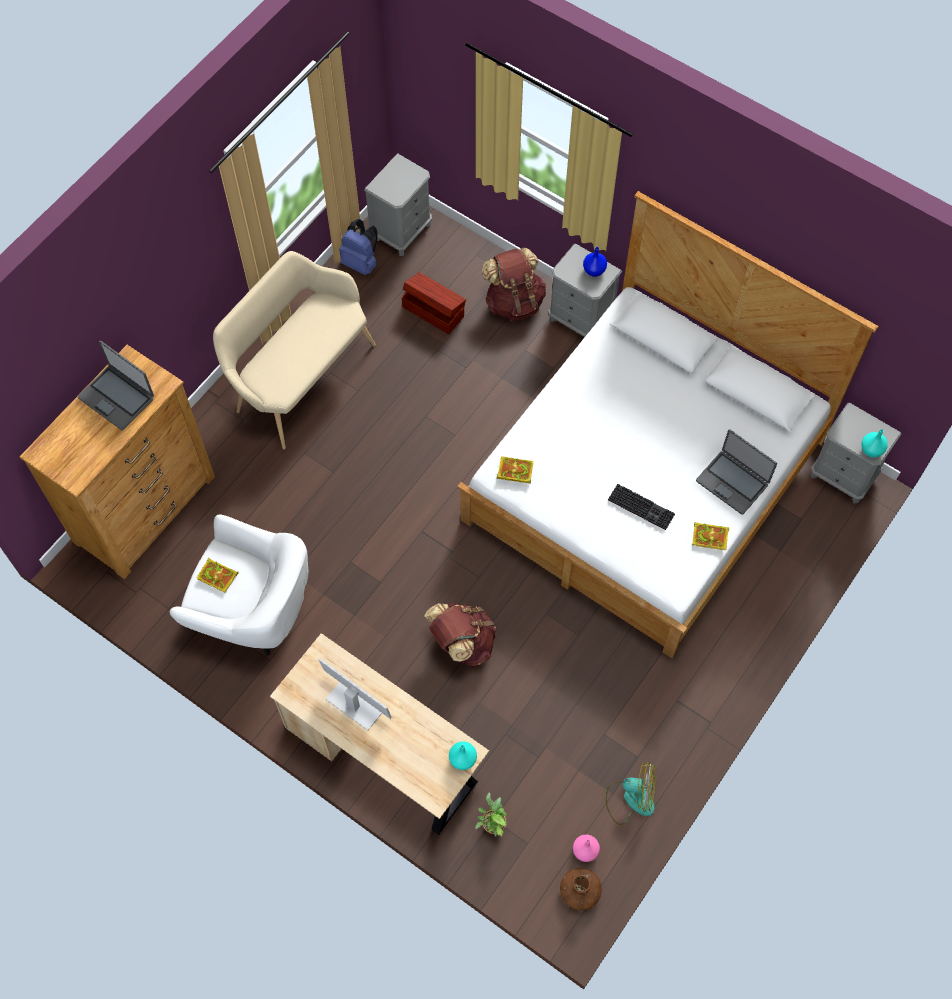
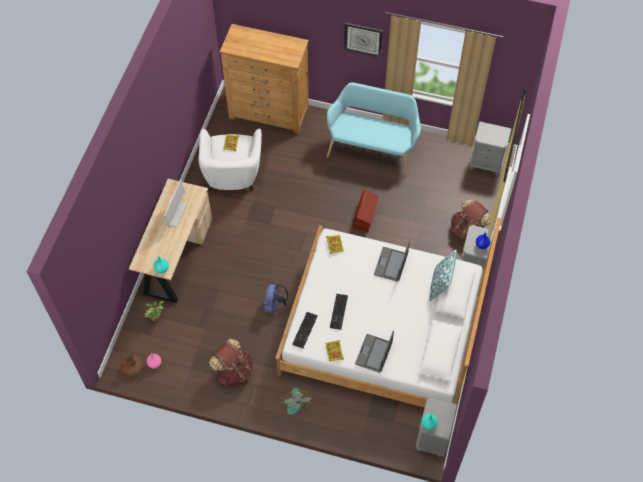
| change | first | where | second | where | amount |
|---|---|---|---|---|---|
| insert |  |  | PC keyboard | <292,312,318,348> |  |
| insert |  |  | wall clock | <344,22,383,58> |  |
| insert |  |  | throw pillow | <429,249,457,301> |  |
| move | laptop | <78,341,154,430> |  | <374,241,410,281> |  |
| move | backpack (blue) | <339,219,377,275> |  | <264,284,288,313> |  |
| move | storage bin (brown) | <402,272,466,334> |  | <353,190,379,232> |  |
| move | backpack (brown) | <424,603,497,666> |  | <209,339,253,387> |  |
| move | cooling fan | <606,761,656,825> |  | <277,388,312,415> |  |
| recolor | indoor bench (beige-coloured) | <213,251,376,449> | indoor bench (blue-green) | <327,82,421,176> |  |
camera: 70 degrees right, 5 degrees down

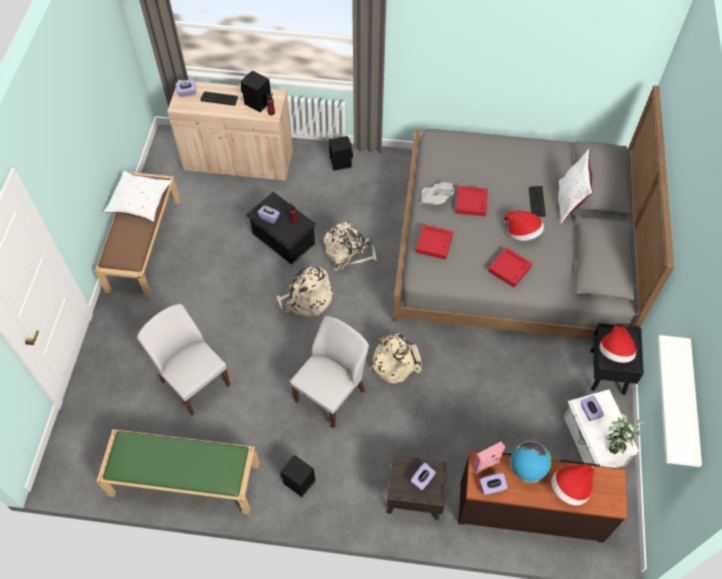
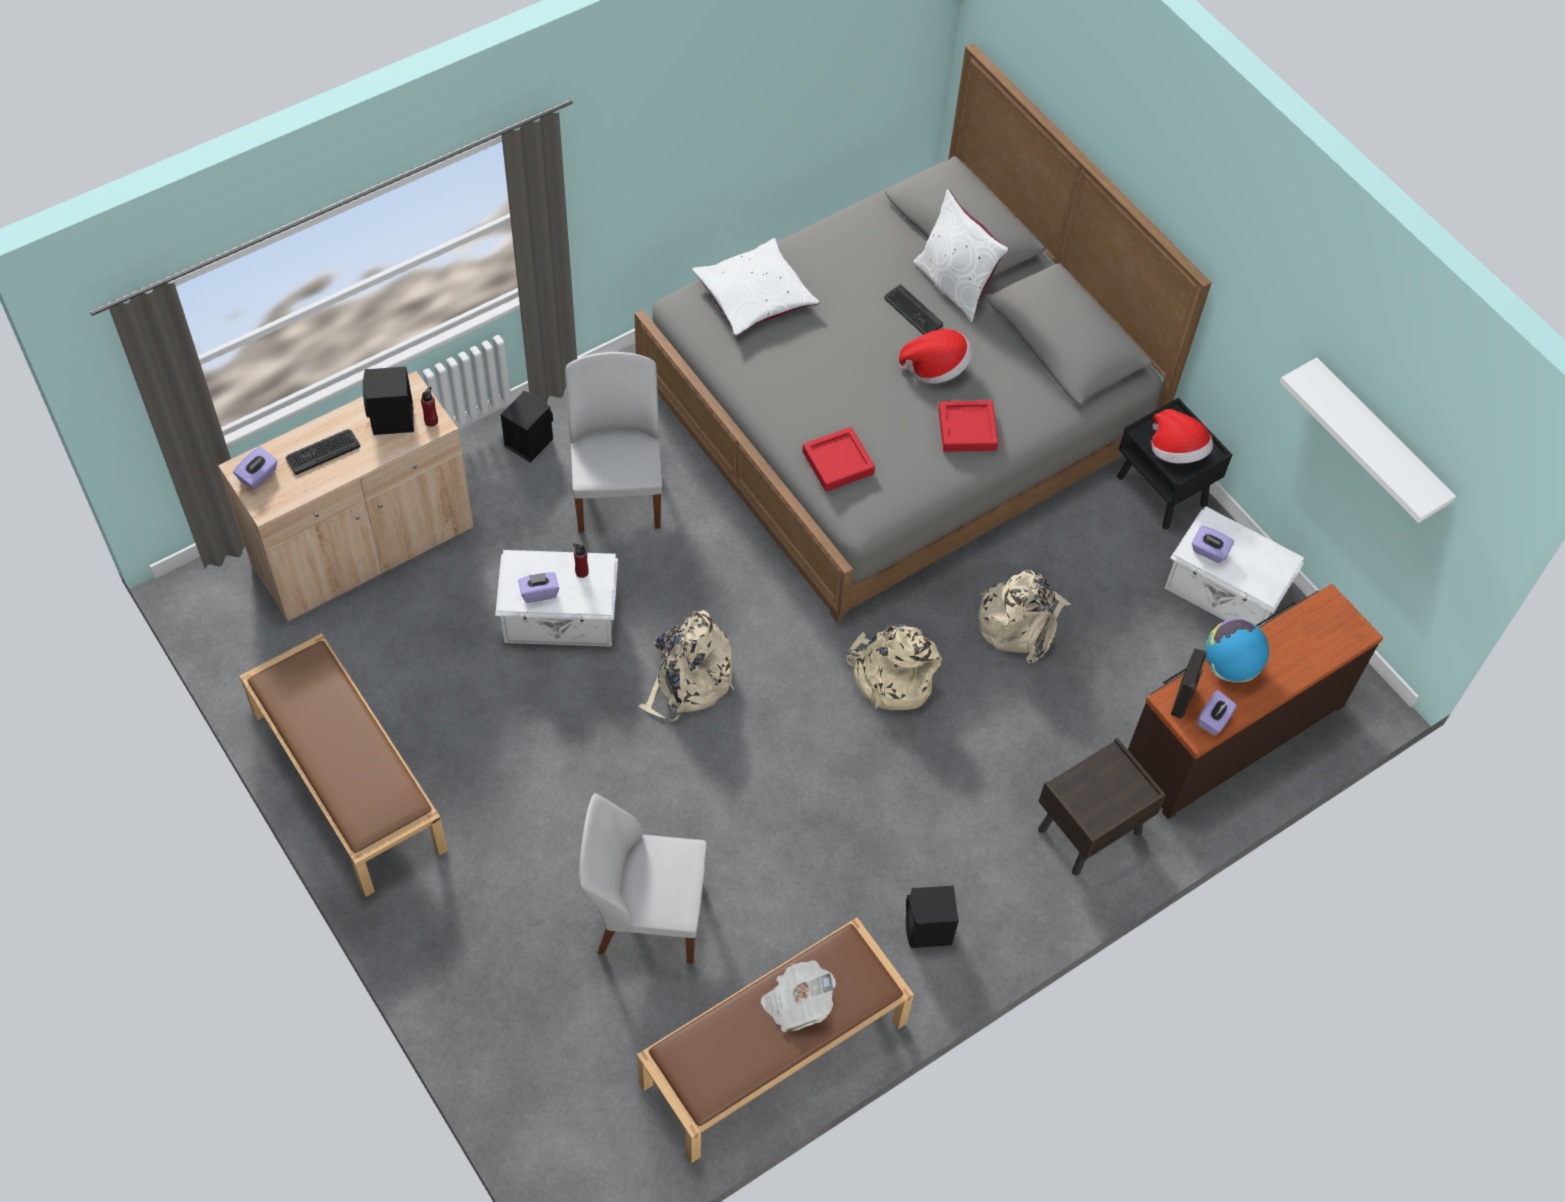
| change | first | where | second | where | amount |
|---|---|---|---|---|---|
| delete | box of tissues (purple) | <410,463,436,490> |  |  |  |
| delete | serving tray (reddish) | <456,186,488,216> |  |  |  |
| delete | clothing hat | <551,464,595,505> |  |  |  |
| delete | potted plant | <605,413,645,454> |  |  |  |
| move | throw pillow (white) | <103,171,172,222> |  | <692,238,820,336> |  |
| move | chair (white) | <290,316,369,428> |  | <565,352,662,533> |  |
| move | backpack (beige-coloured) | <323,222,377,271> |  | <978,570,1071,663> |  |
| move | daily paper | <421,182,454,205> |  | <761,960,836,1032> |  |
| recolor | indoor bench (green) | <97,429,260,515> | indoor bench (brown) | <637,918,914,1163> |  |
| recolor | storage bin (black) | <246,192,315,264> | storage bin (white) | <495,550,618,647> |  |
| recolor | loudspeaker (pink) | <473,442,505,474> | loudspeaker (black) | <1171,648,1207,719> |  |
camera: 45 degrees left, 0 degrees up

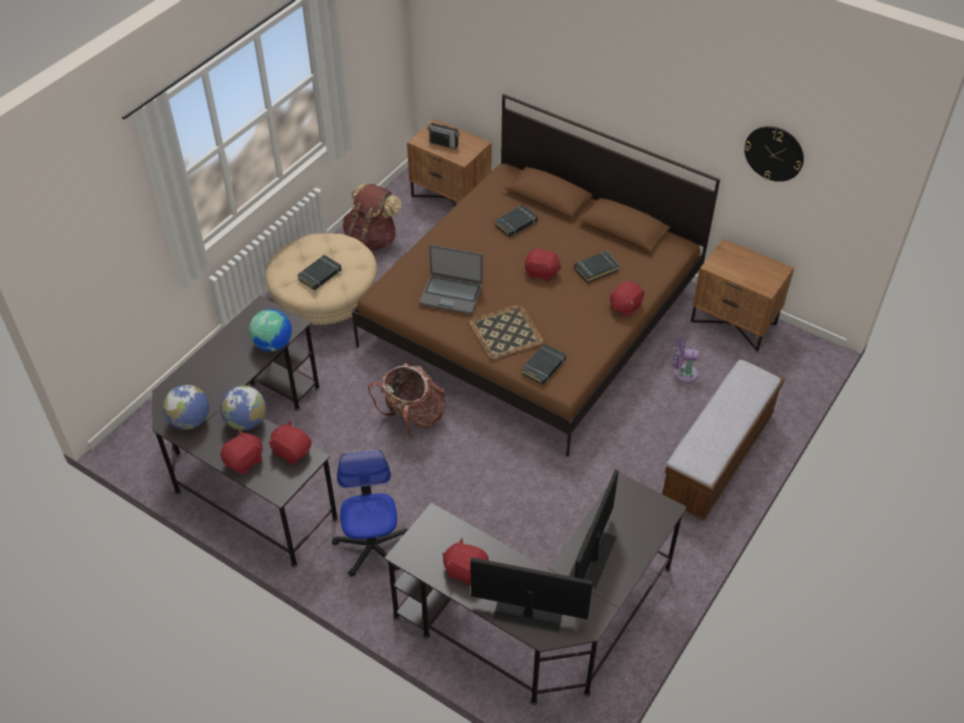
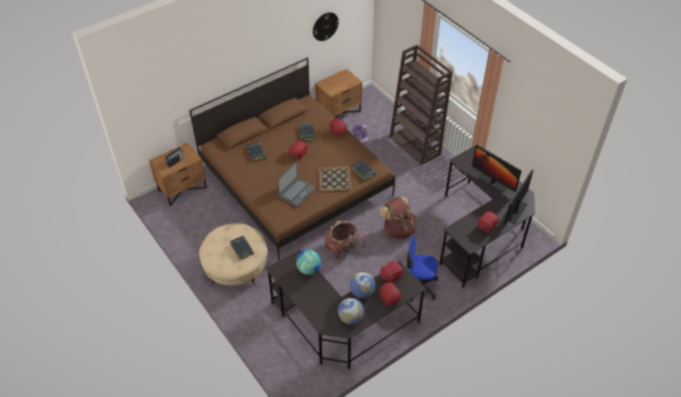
| change | first | where | second | where | amount |
|---|---|---|---|---|---|
| move | backpack (brown) | <343,183,401,251> |  | <380,196,416,239> |  |
| replace | indoor bench | <662,359,784,521> | bookcase (brown) | <389,45,453,165> |  |
camera: 70 degrees left, 0 degrees up

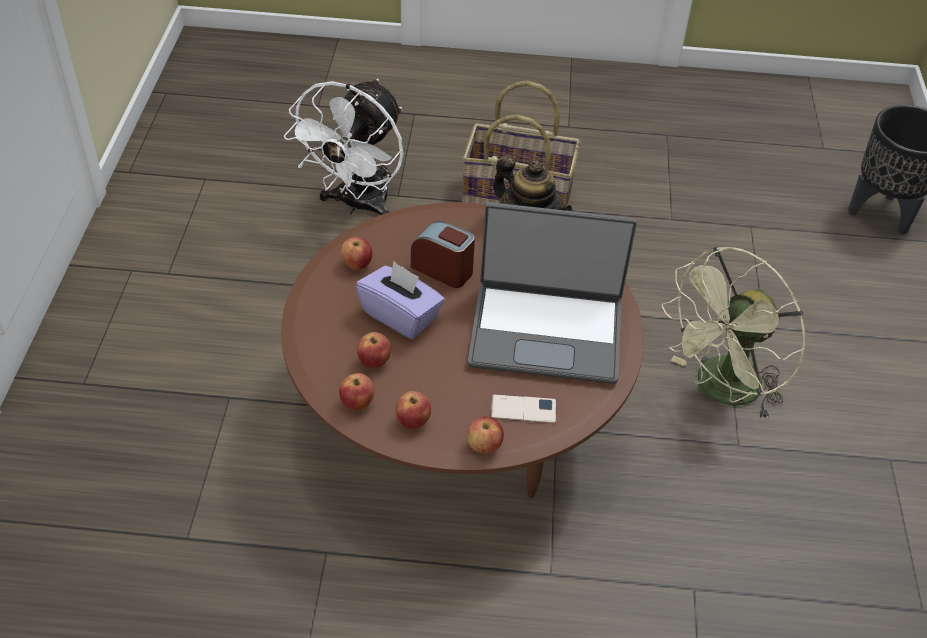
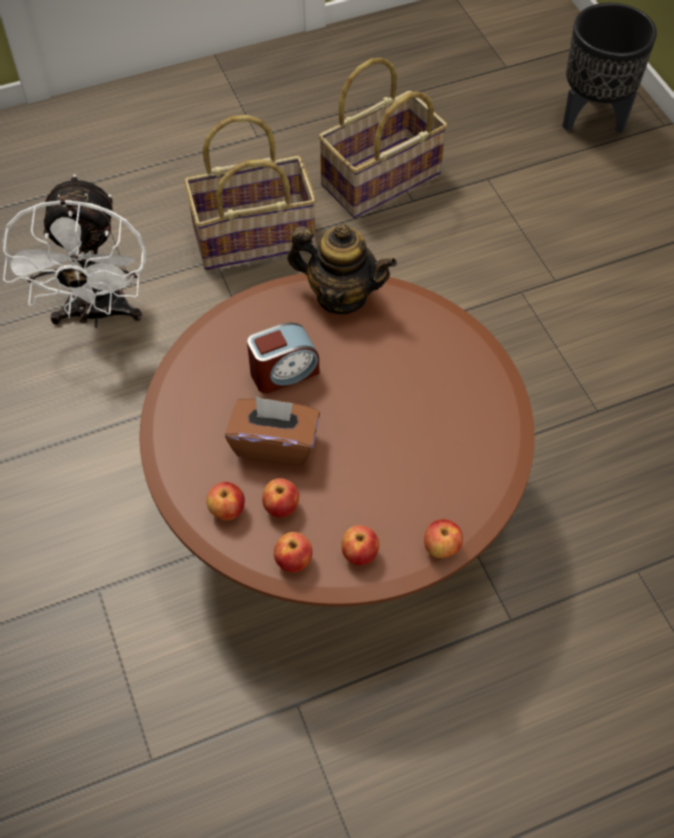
| change | first | where | second | where | amount |
|---|---|---|---|---|---|
| delete | laptop | <468,202,637,384> |  |  |  |
| delete | phone | <491,394,557,423> |  |  |  |
| delete | cooling fan (green) | <662,246,805,421> |  |  |  |
| insert |  |  | basket | <318,58,448,218> |  |
| move | whole apple | <341,237,373,270> |  | <206,482,245,520> |  |
| recolor | box of tissues (purple) | <356,261,445,339> | box of tissues (brown) | <225,396,320,466> |  |
| rotate | alarm clock | <411,221,475,288> |  | <247,322,320,394> | 150 degrees clockwise |
camera: 25 degrees left, 10 degrees up

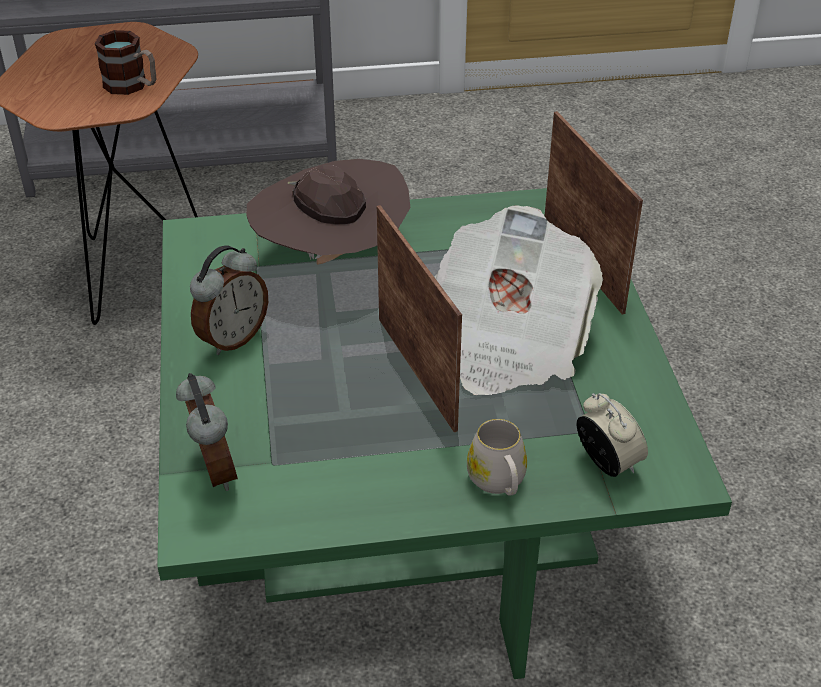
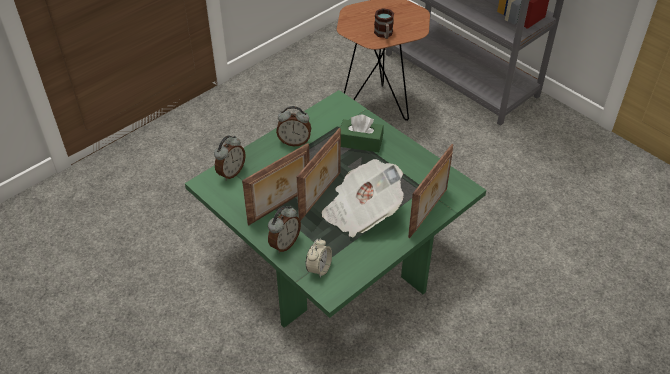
| change | first | where | second | where | amount |
|---|---|---|---|---|---|
| insert |  |  | photo frame | <242,143,310,225> |  |
| replace | clothing hat (brown) | <247,159,411,265> | box of tissues (green) | <340,115,384,152> |  |
| replace | mug (white) | <467,419,527,496> | alarm clock | <268,206,301,253> |  |
camera: 55 degrees right, 5 degrees up

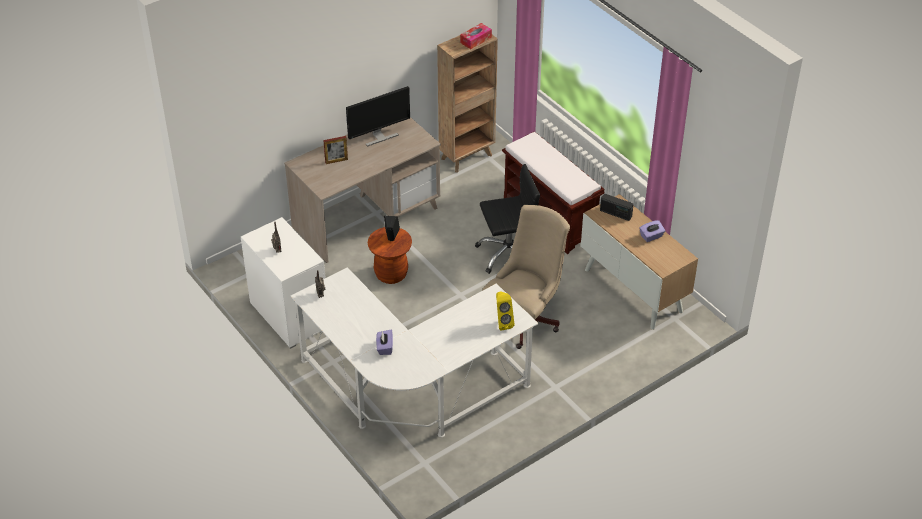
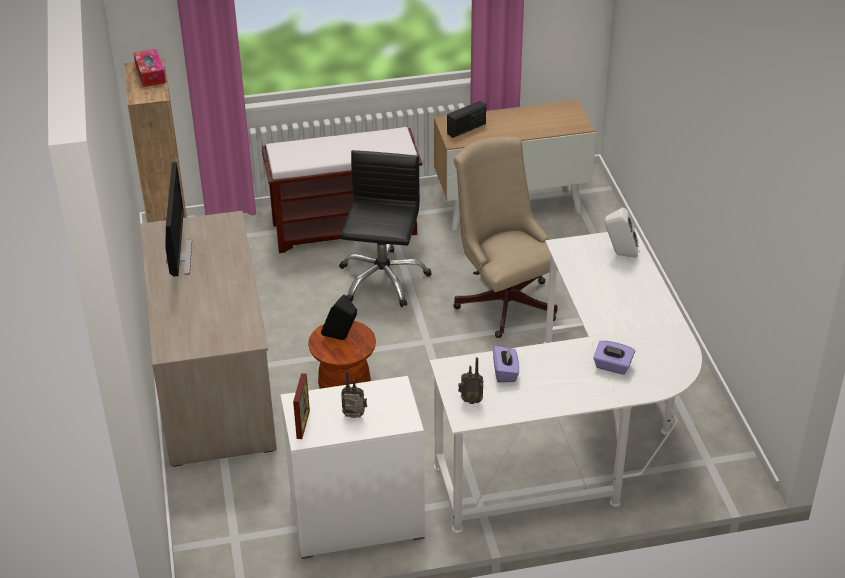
| change | first | where | second | where | amount |
|---|---|---|---|---|---|
| move | photo frame | <323,136,348,164> |  | <293,373,310,439> |  |
| move | box of tissues (purple) | <640,220,665,242> |  | <493,346,519,382> |  |
| recolor | loudspeaker (yellow-coloured) | <496,291,514,331> | loudspeaker (white) | <605,208,640,258> |  |
camera: 65 degrees left, 5 degrees down

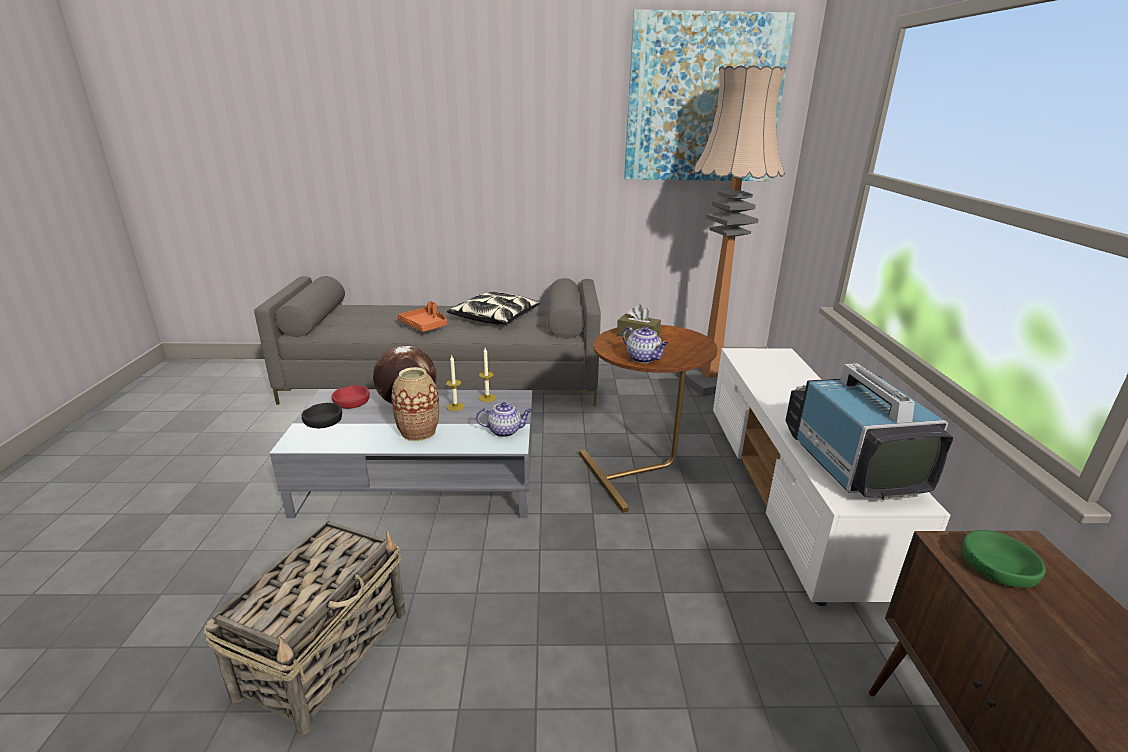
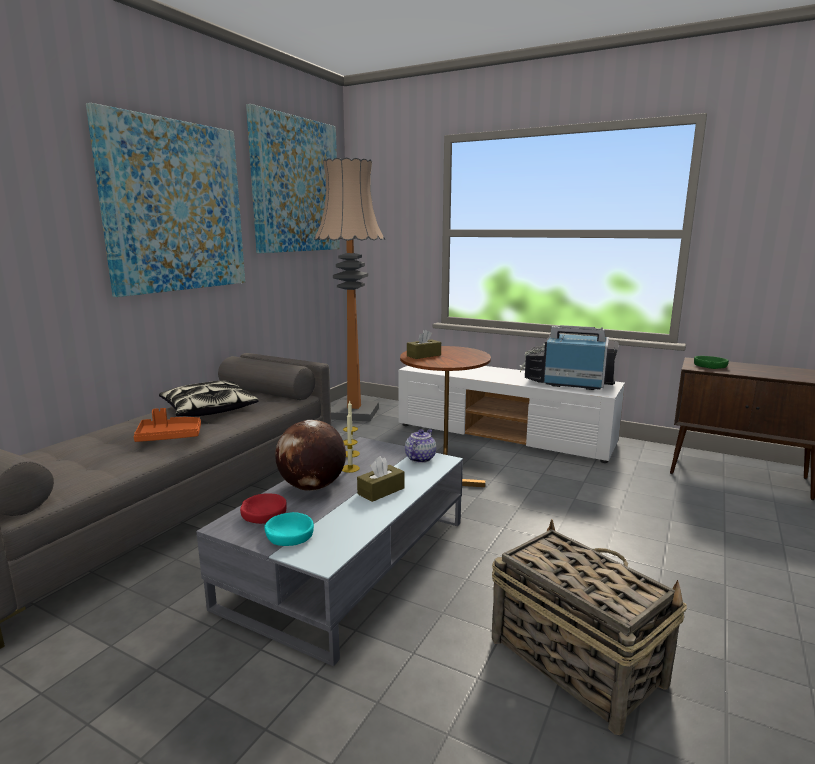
| change | first | where | second | where | amount |
|---|---|---|---|---|---|
| delete | tea pot | <622,326,668,363> |  |  |  |
| insert |  |  | wall art | <86,103,245,297> |  |
| replace | decorative vase | <392,367,439,441> | box of tissues (brown) | <357,456,404,502> |  |
| recolor | deep dish (black) | <302,403,342,428> | deep dish (blue-green) | <264,512,314,546> |  |
camera: 60 degrees left, 10 degrees down

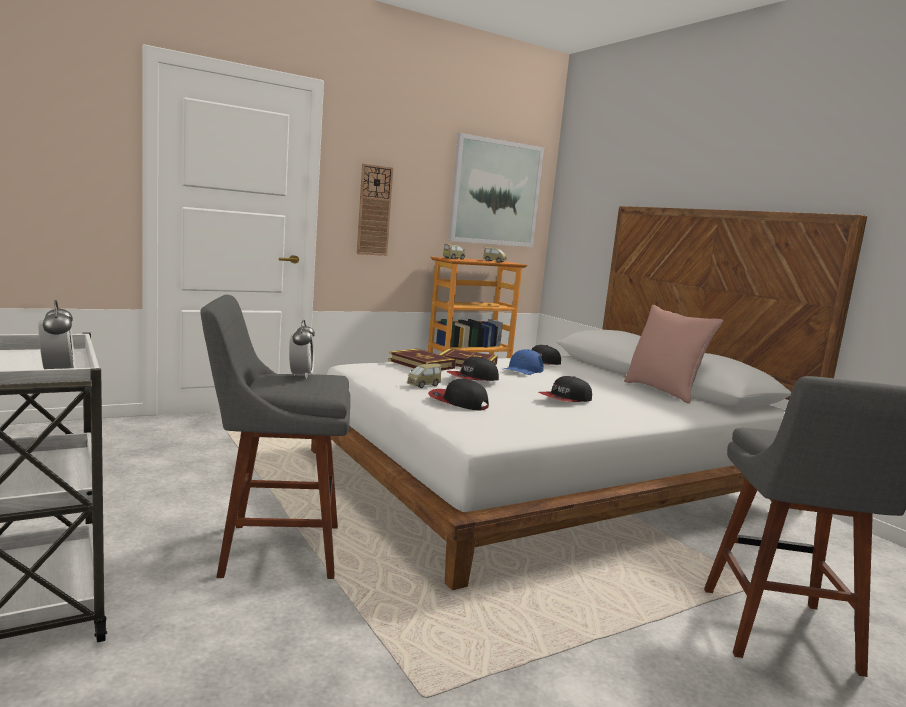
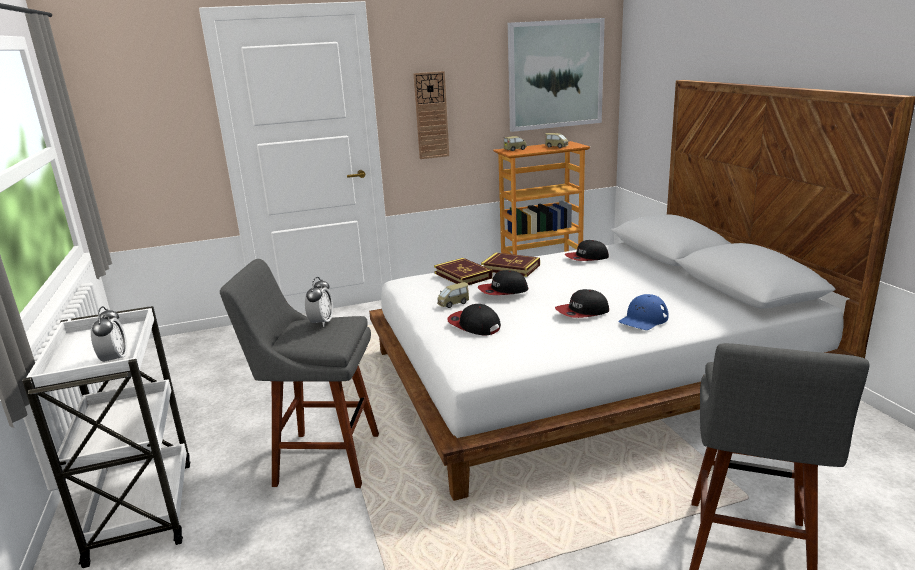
| change | first | where | second | where | amount |
|---|---|---|---|---|---|
| delete | throw pillow (pink) | <624,305,723,404> |  |  |  |
| move | baseball cap (blue) | <504,349,544,375> |  | <618,294,668,330> |  |
camera: 15 degrees right, 10 degrees up

